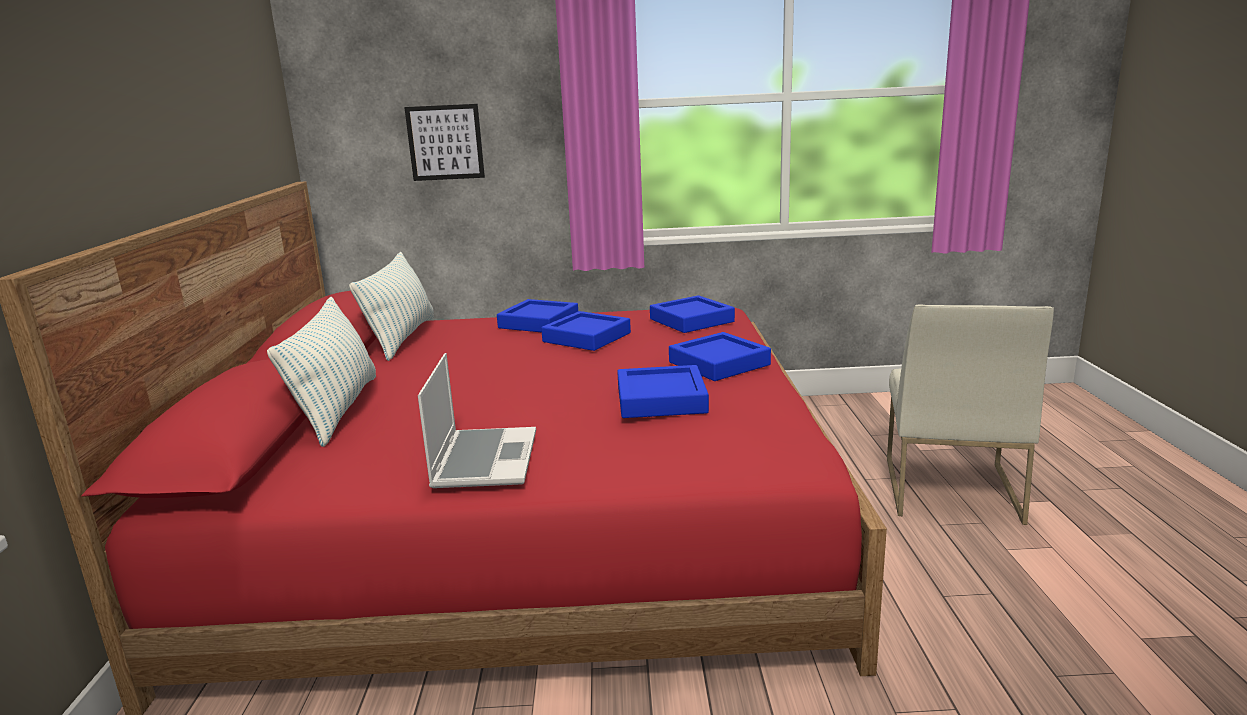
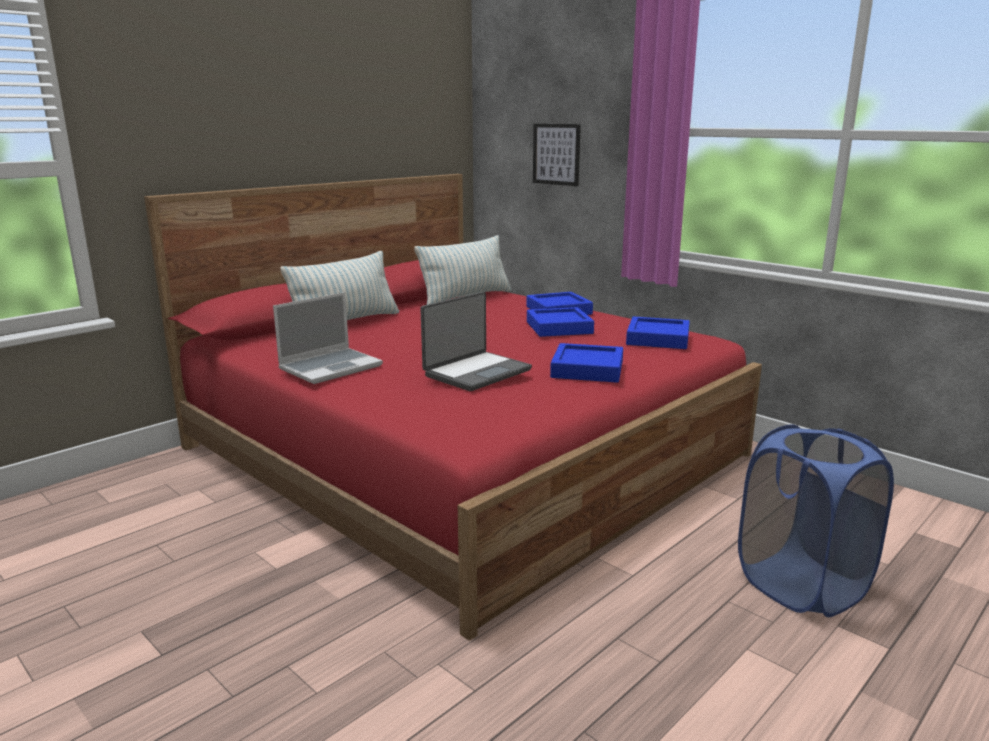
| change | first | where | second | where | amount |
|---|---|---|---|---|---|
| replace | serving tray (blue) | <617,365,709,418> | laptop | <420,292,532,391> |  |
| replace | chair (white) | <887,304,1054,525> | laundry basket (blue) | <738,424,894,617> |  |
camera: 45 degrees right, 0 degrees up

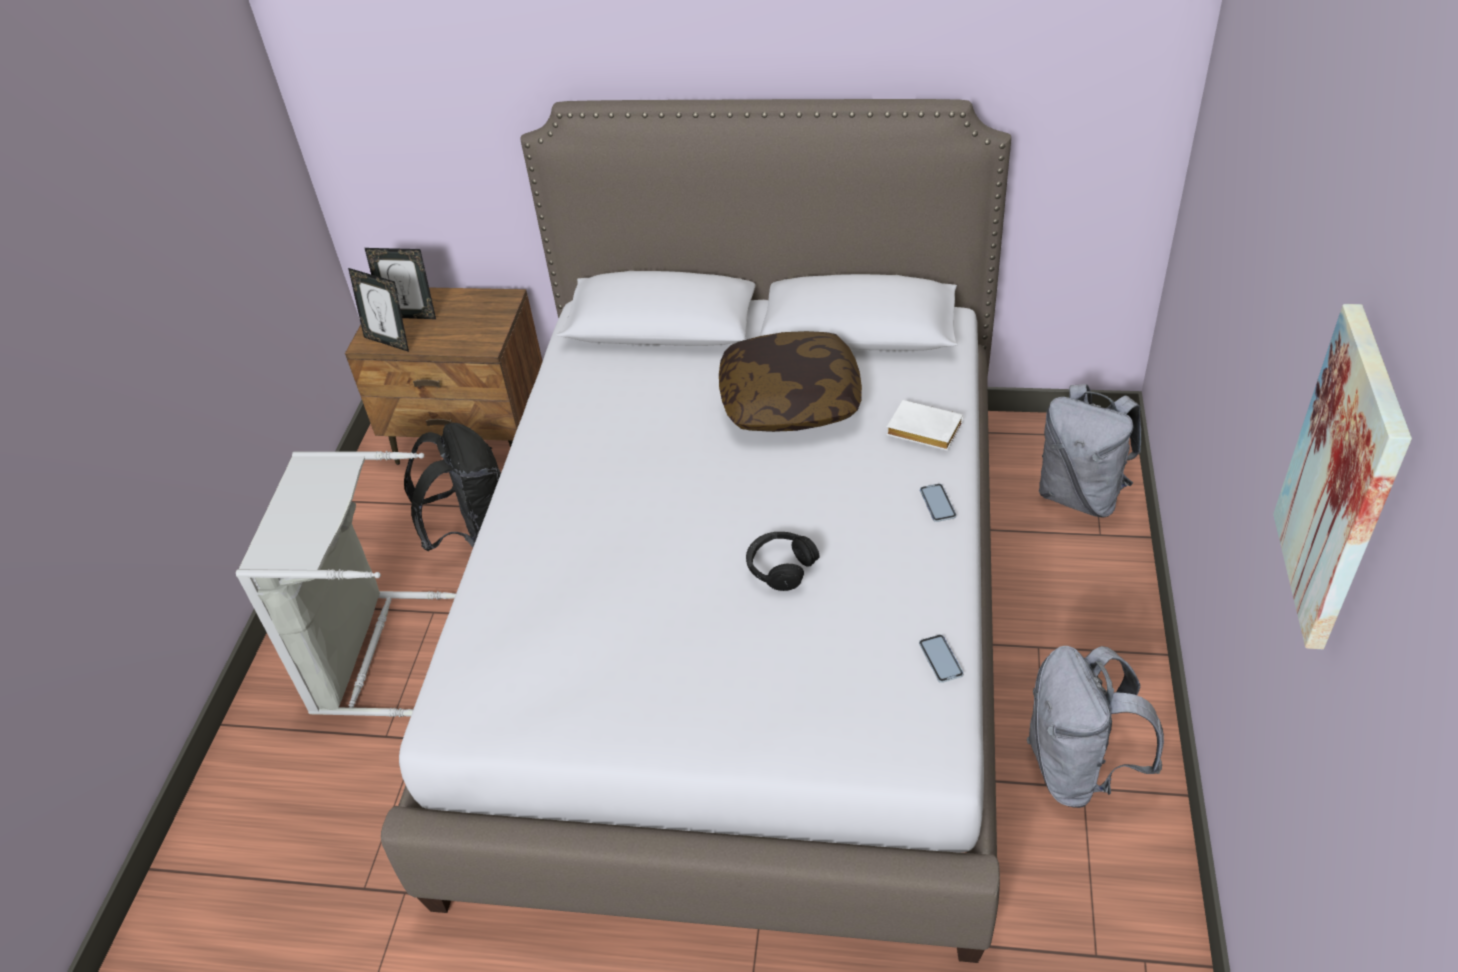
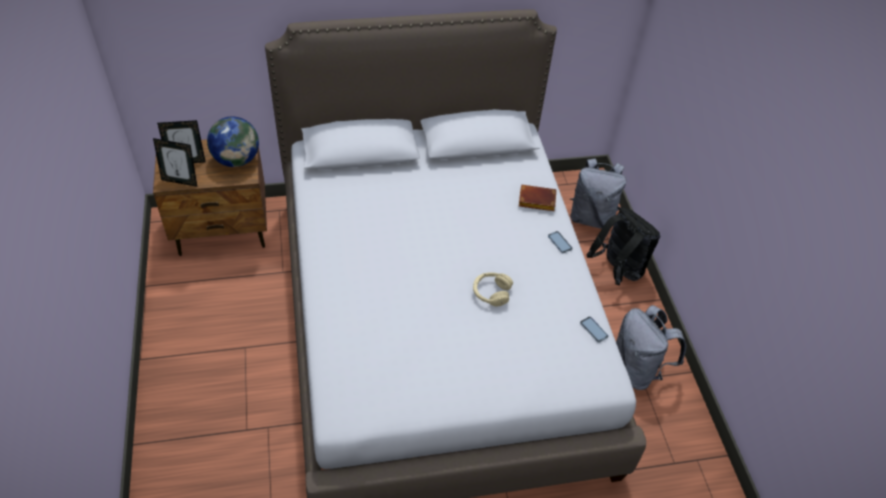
| change | first | where | second | where | amount |
|---|---|---|---|---|---|
| delete | laundry basket (gray) | <236,451,456,717> |  |  |  |
| delete | throw pillow | <719,331,862,432> |  |  |  |
| delete | wall art | <1273,304,1412,649> |  |  |  |
| insert |  |  | globe | <207,116,259,167> |  |
| move | backpack (black) | <404,423,501,551> |  | <587,207,660,285> |  |
| recolor | headphones (black) | <746,532,820,591> | headphones (beige-coloured) | <473,272,513,306> |  |
| recolor | volume (white) | <886,400,963,451> | volume (brown) | <519,185,556,211> |  |
camera: 25 degrees left, 5 degrees up

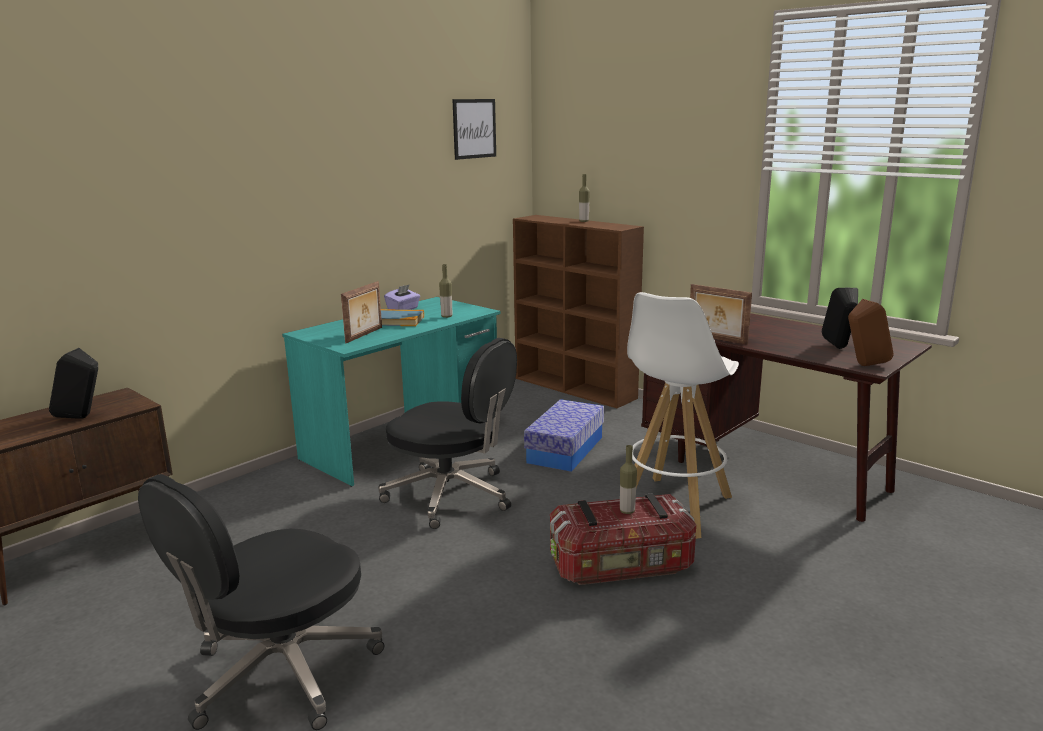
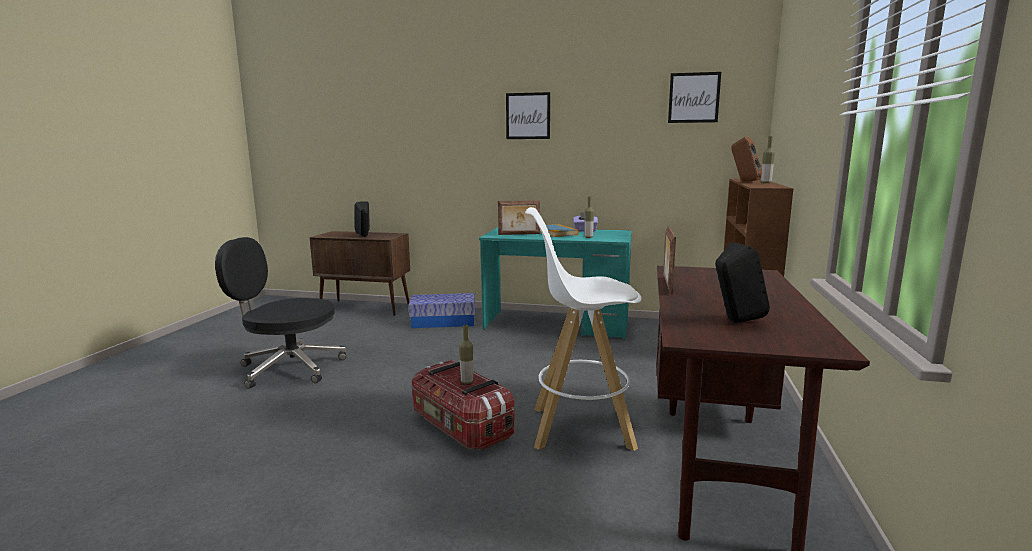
| change | first | where | second | where | amount |
|---|---|---|---|---|---|
| delete | computer chair (black) | <378,338,517,529> |  |  |  |
| insert |  |  | wall art | <506,92,550,139> |  |
| move | storage bin | <524,399,604,472> |  | <409,293,475,328> |  |
| move | loudspeaker (brown) | <848,299,894,366> |  | <731,137,762,182> |  |
camera: 60 degrees right, 5 degrees down

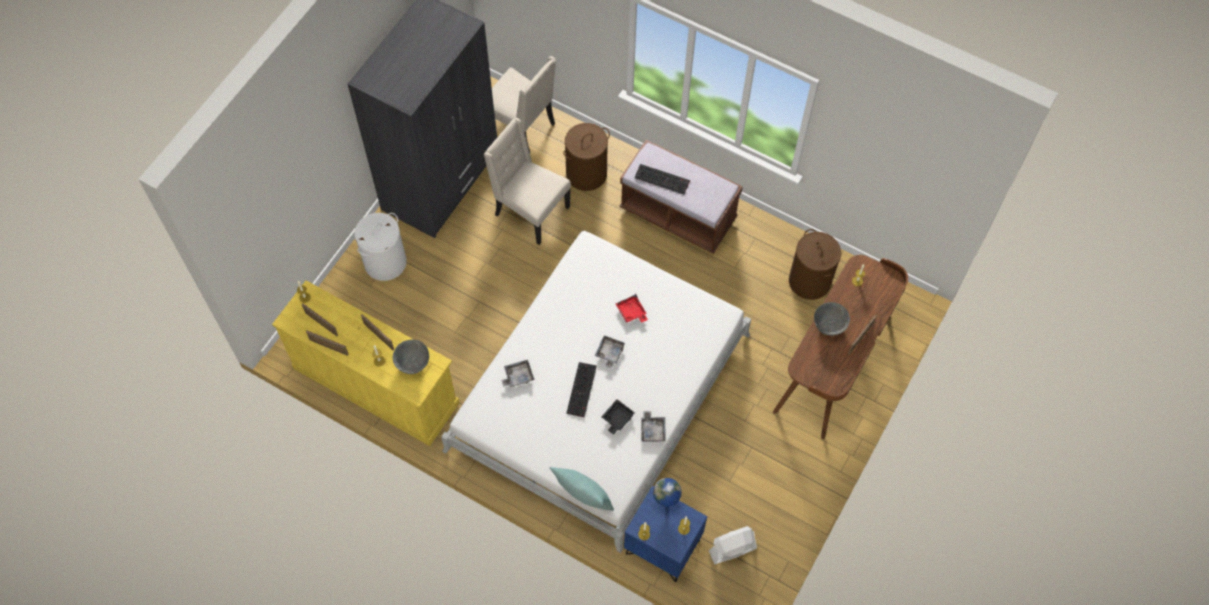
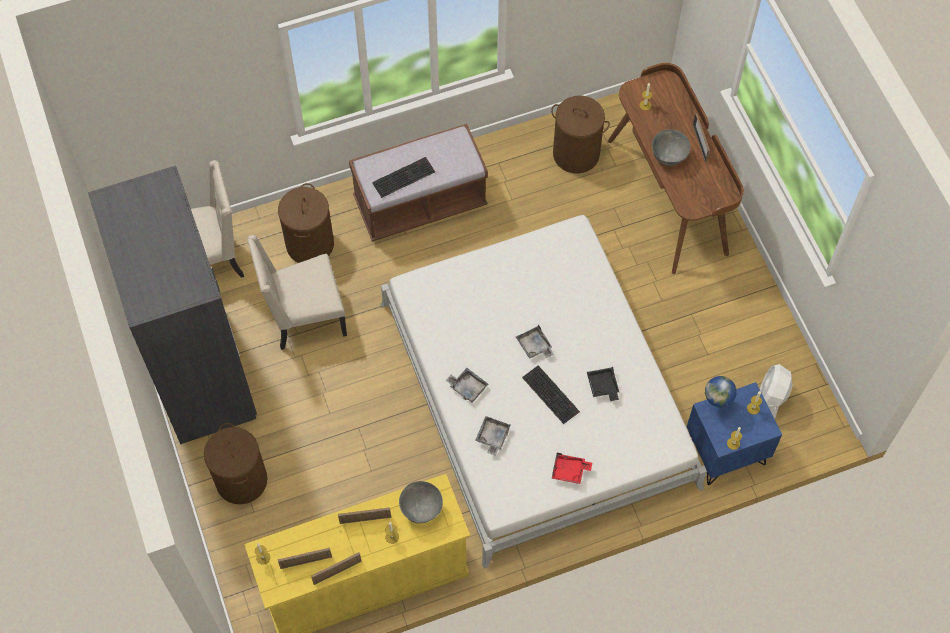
| change | first | where | second | where | amount |
|---|---|---|---|---|---|
| delete | throw pillow (blue-green) | <550,467,614,511> |  |  |  |
| move | serving tray (reddish) | <616,294,648,323> |  | <551,453,592,484> |  |
| move | serving tray (gray) | <641,411,666,442> |  | <446,368,488,403> |  |
| recolor | laundry basket (white) | <354,213,406,281> | laundry basket (brown) | <204,423,267,504> |  |
camera: 50 degrees left, 0 degrees up

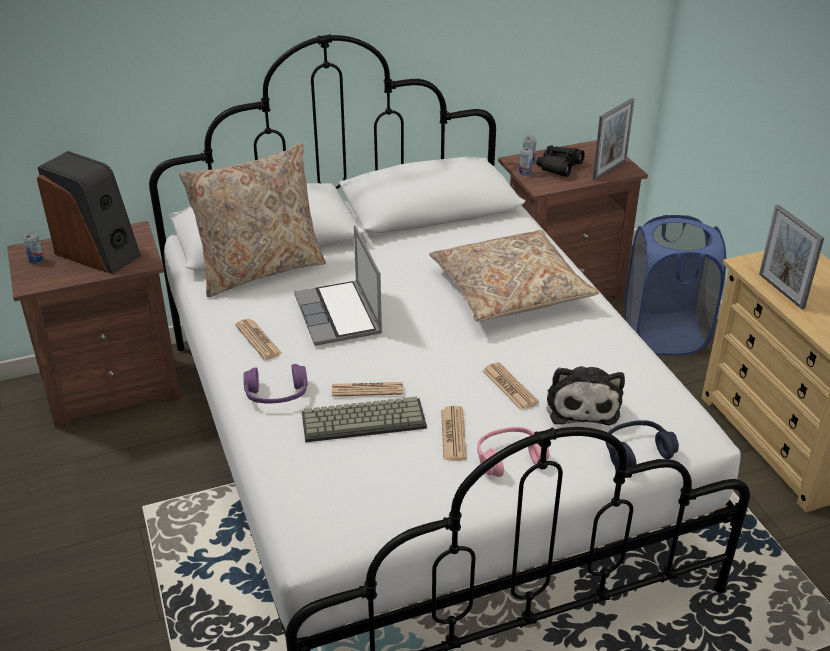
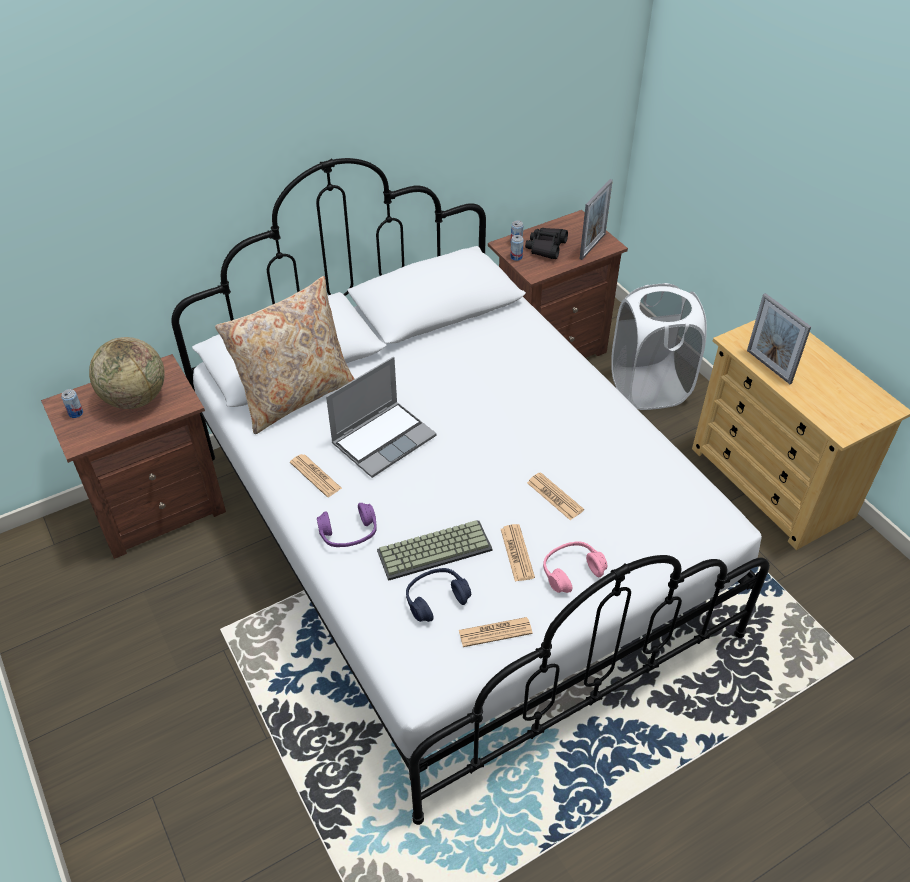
| change | first | where | second | where | amount |
|---|---|---|---|---|---|
| delete | throw pillow (beige-coloured) | <429,230,599,322> |  |  |  |
| delete | soft toy | <547,366,625,425> |  |  |  |
| move | daily paper | <332,382,403,397> |  | <459,617,533,647> |  |
| move | headphones (blue) | <605,420,679,467> |  | <406,568,471,622> |  |
| replace | loudspeaker | <37,151,141,274> | globe | <89,337,165,409> |  |
| recolor | laundry basket (blue) | <625,215,726,356> | laundry basket (white) | <612,283,707,410> |  |
| rotate | laptop | <294,225,382,346> |  | <326,357,436,478> | 105 degrees counterclockwise |
camera: 10 degrees left, 10 degrees up

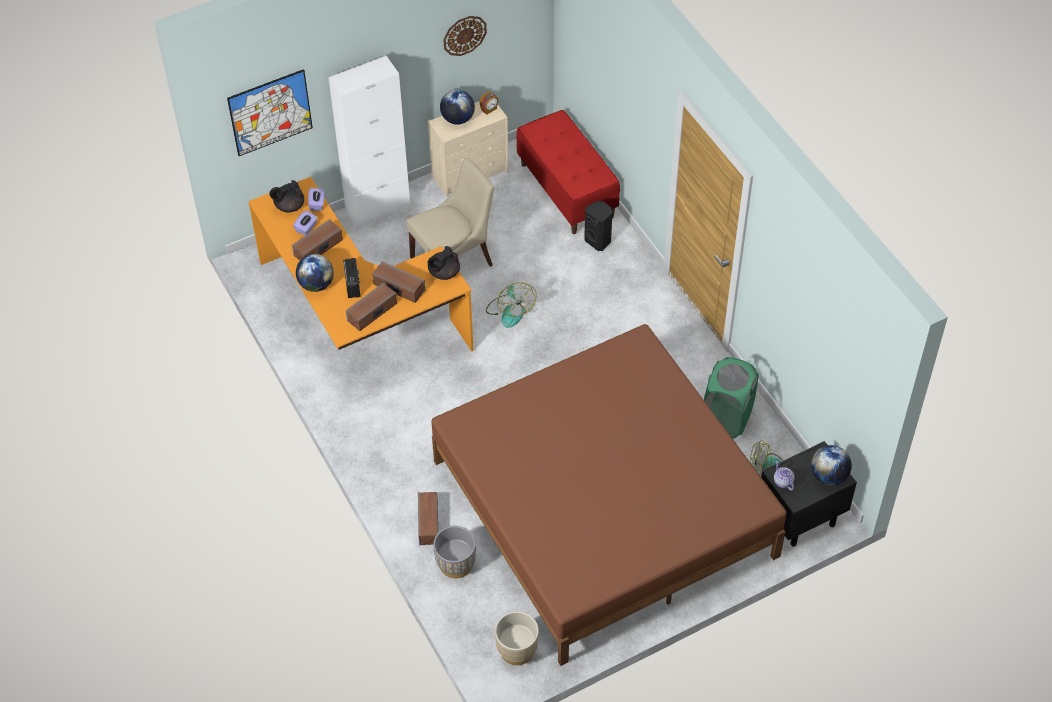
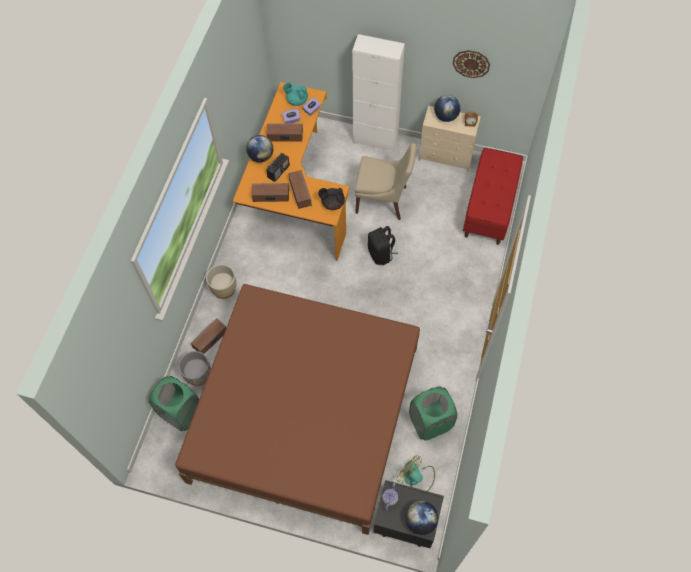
| change | first | where | second | where | amount |
|---|---|---|---|---|---|
| delete | wall art | <227,69,313,156> |  |  |  |
| delete | loudspeaker (black) | <584,201,612,251> |  |  |  |
| insert |  |  | laundry basket (green) | <149,376,199,431> |  |
| move | flower pot (beige-coloured) | <495,611,539,665> |  | <206,264,236,299> |  |
| replace | cooling fan | <486,282,537,328> | backpack (black) | <368,226,398,265> |  |
| recolor | tea pot (black) | <269,180,304,212> | tea pot (blue-green) | <283,82,308,106> |  |
camera: 45 degrees right, 10 degrees up

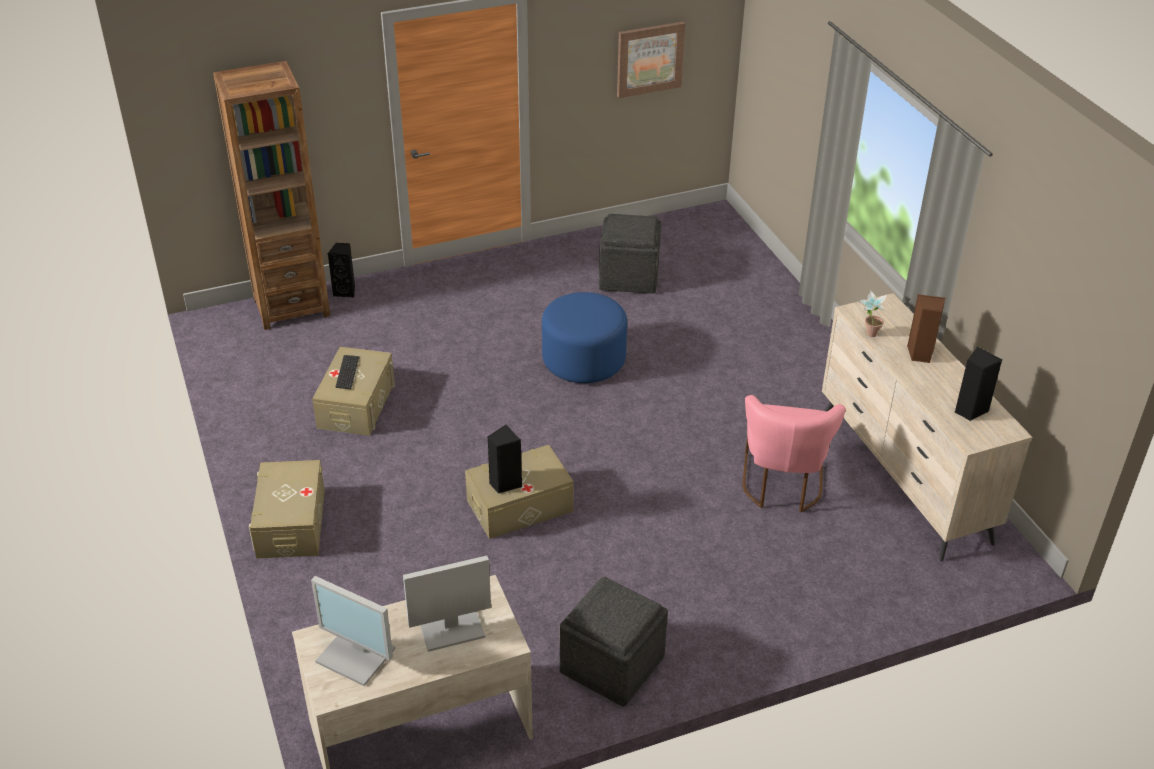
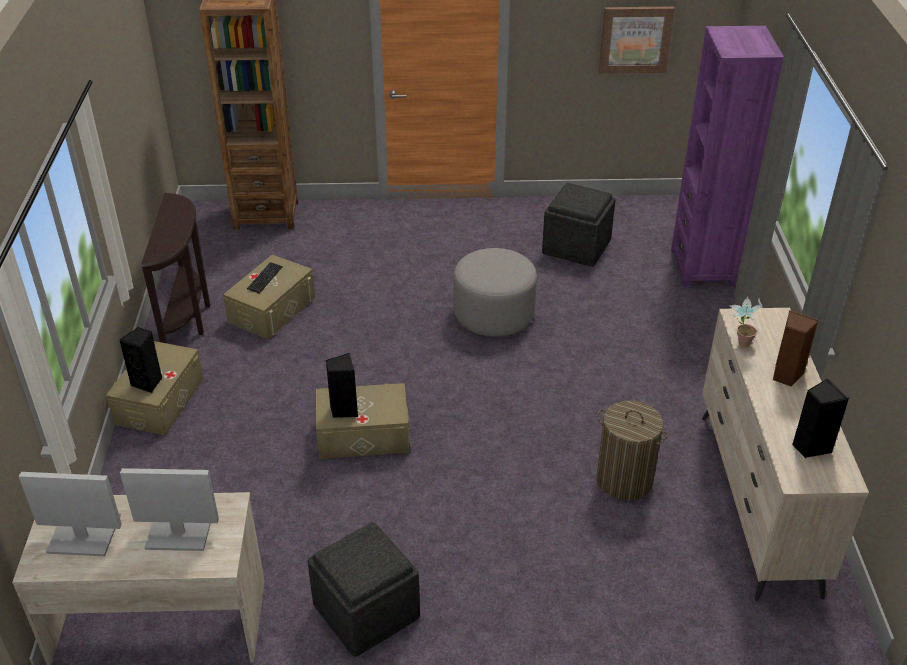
| change | first | where | second | where | amount |
|---|---|---|---|---|---|
| insert |  |  | narrow table (brown) | <141,193,210,343> |  |
| insert |  |  | bookcase (purple) | <671,26,784,287> |  |
| move | loudspeaker (black) | <328,243,355,298> |  | <120,327,162,393> |  |
| replace | chair (pink) | <743,395,846,512> | laundry basket | <597,401,668,500> |  |
| recolor | pouffe (blue) | <542,292,627,383> | pouffe (gray) | <454,248,537,337> |  |
| rotate | computer screen | <311,576,396,686> |  | <19,472,122,556> | 135 degrees clockwise |
camera: 20 degrees right, 0 degrees up

